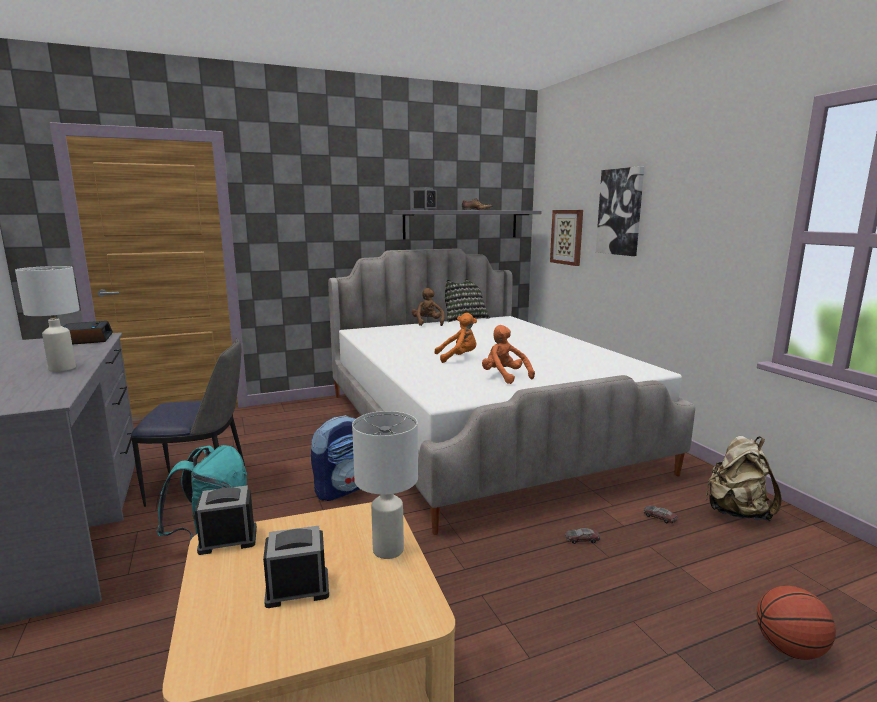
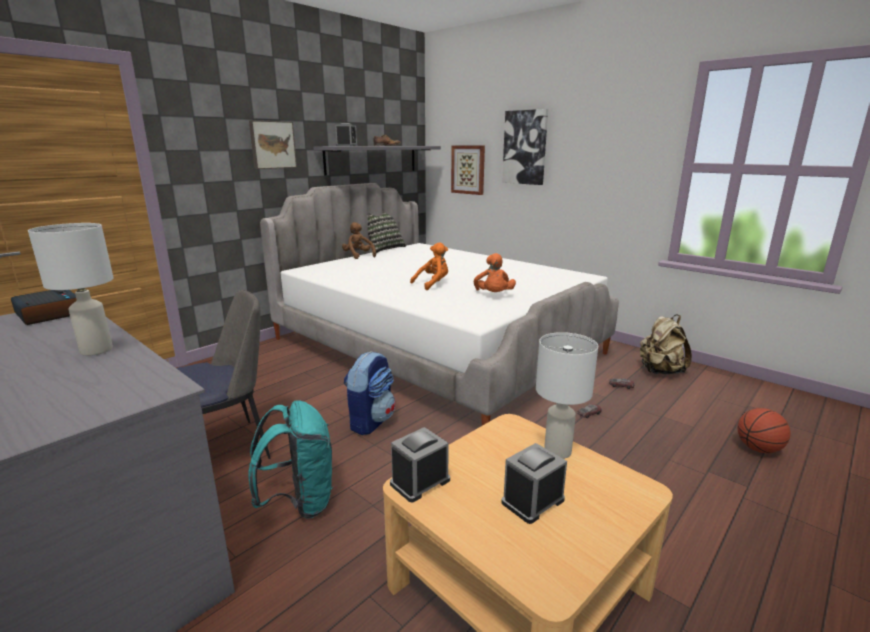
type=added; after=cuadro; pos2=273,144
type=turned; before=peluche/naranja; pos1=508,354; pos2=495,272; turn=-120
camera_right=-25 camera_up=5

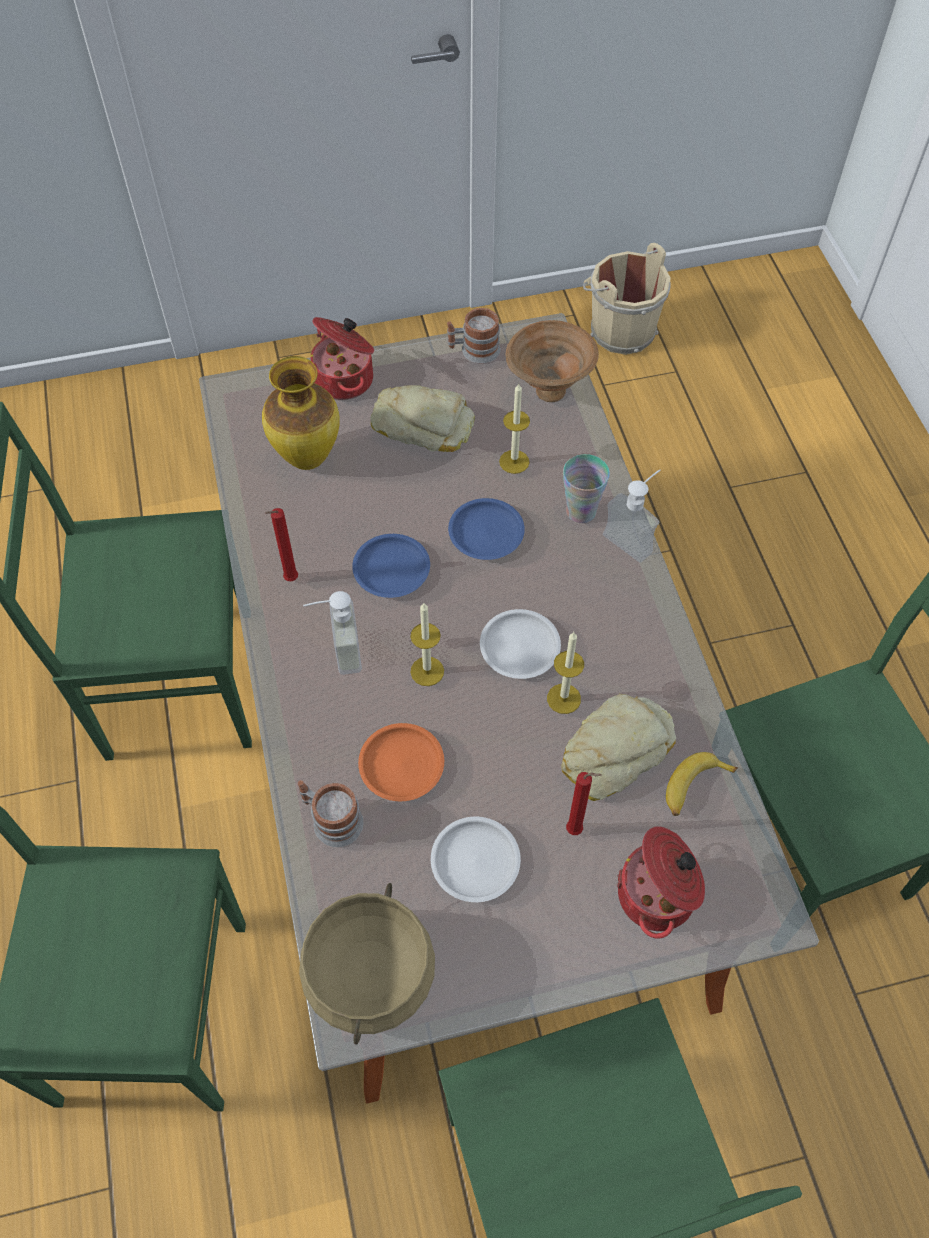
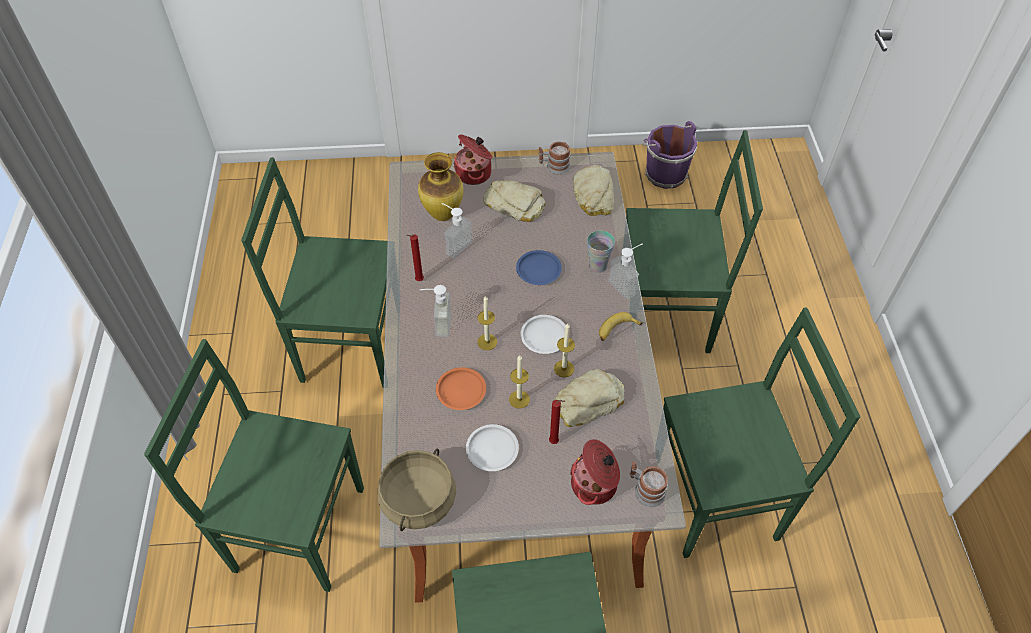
type=removed; before=plato/azul; pos1=391,566
type=added; after=dispensador de jabón; pos2=457,231
type=added; after=silla/verde; pos2=694,241
type=moved; before=taza grande; pos1=330,813; pos2=649,484
type=moved; before=vela; pos1=514,428; pos2=519,382
type=moved; before=plátano; pos1=702,784; pos2=621,326
type=replaced; before=cuenco/marrón; after=pan; pos1=552,361; pos2=593,190
type=recoloured; before=cubo/beis; after=cubo/morado; pos1=627,299; pos2=669,155
camera_right=10 camera_up=-5

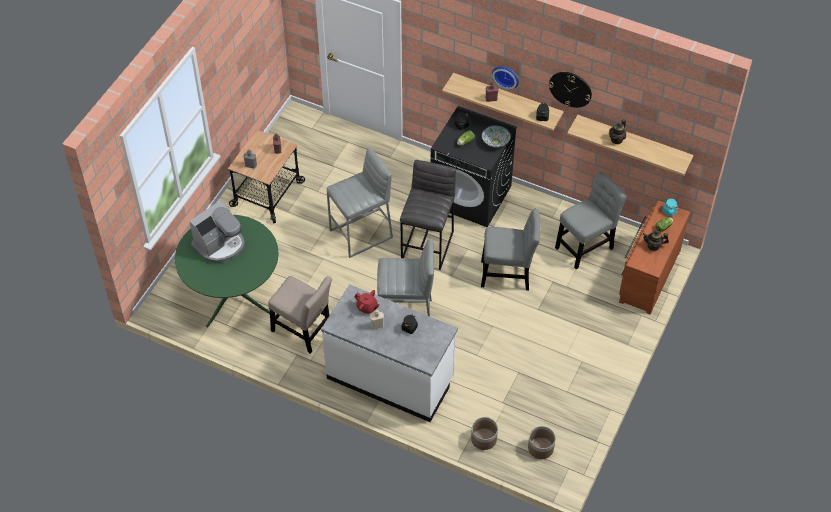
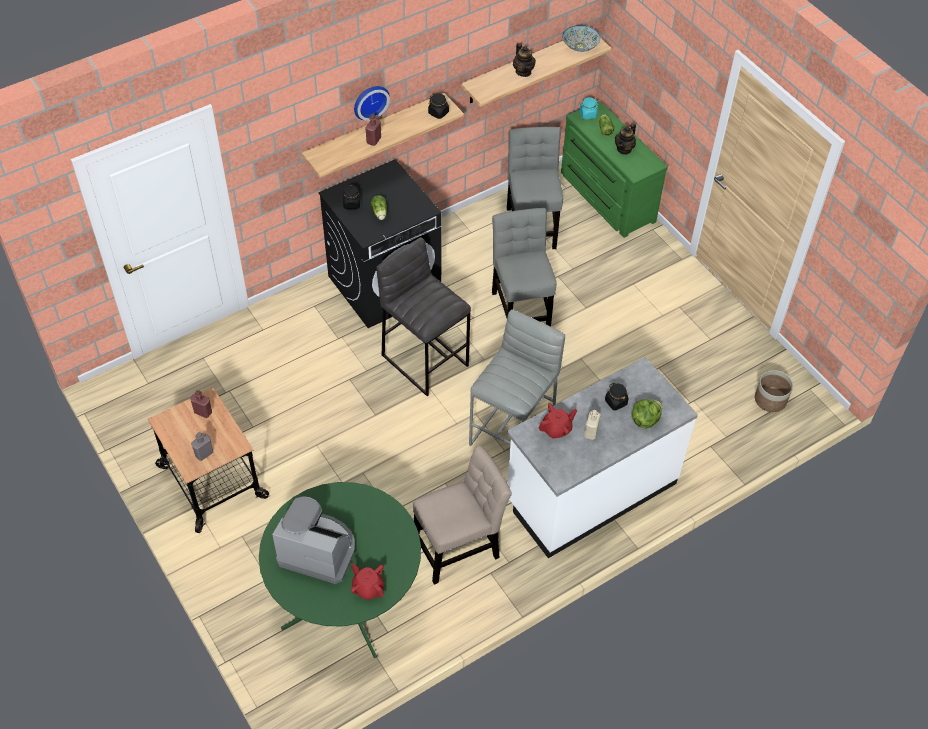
type=removed; before=taburete/gris; pos1=360,202
type=removed; before=maceta; pos1=484,433
type=removed; before=reloj de pared; pos1=570,90
type=added; after=tetera/rojo; pos2=367,581
type=added; after=lechuga; pos2=646,413
type=moved; before=cuenco; pos1=496,136; pos2=581,38
type=recoloured; before=cómoda/marrón; after=cómoda/verde; pos1=654,257; pos2=614,169
type=turned; before=cafetera; pos1=217,231; pos2=313,540; turn=-60
type=turned; before=silla/gris; pos1=511,249; pos2=524,267; turn=-45
camera_right=-60 camera_up=0

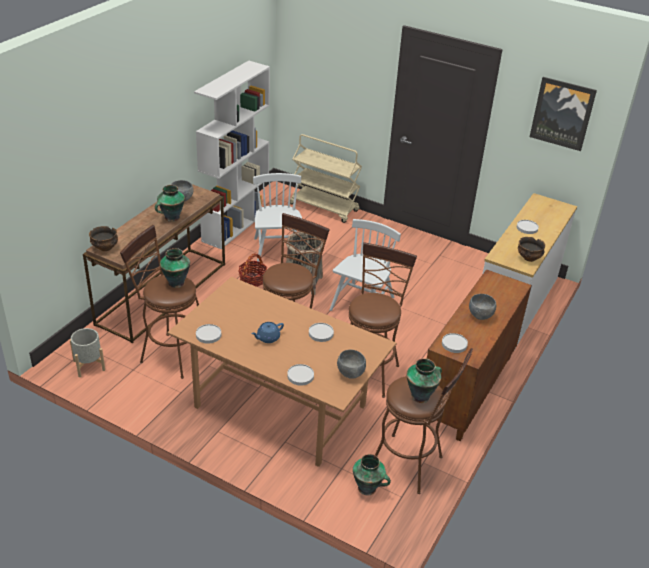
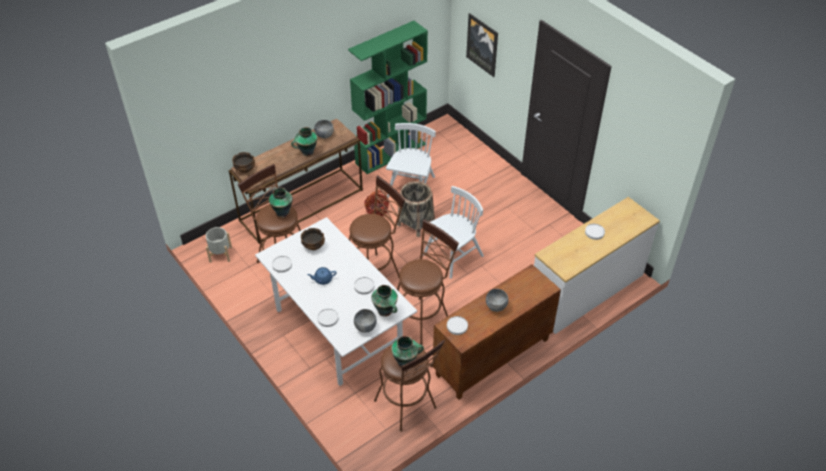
type=removed; before=carrito/beis; pos1=326,178
type=moved; before=florero; pos1=372,475; pos2=384,301
type=moved; before=cuenco; pos1=531,249; pos2=313,239
type=moved; before=cuadro; pos1=563,114; pos2=482,45
type=recoloured; before=mesa de comedor/marrón; after=mesa de comedor/blanco; pos1=281,372; pos2=336,301
type=recoloured; before=estantería/blanco; after=estantería/verde; pos1=232,155; pos2=388,97
camera_right=25 camera_up=10

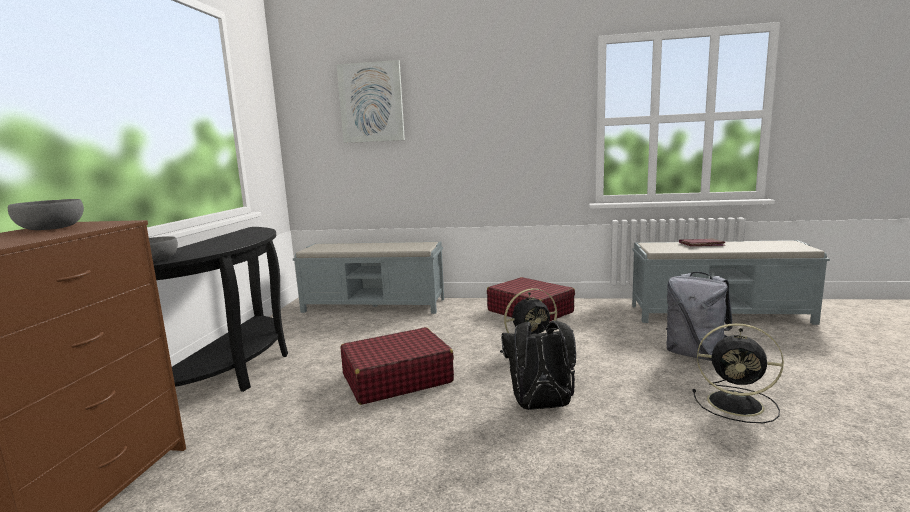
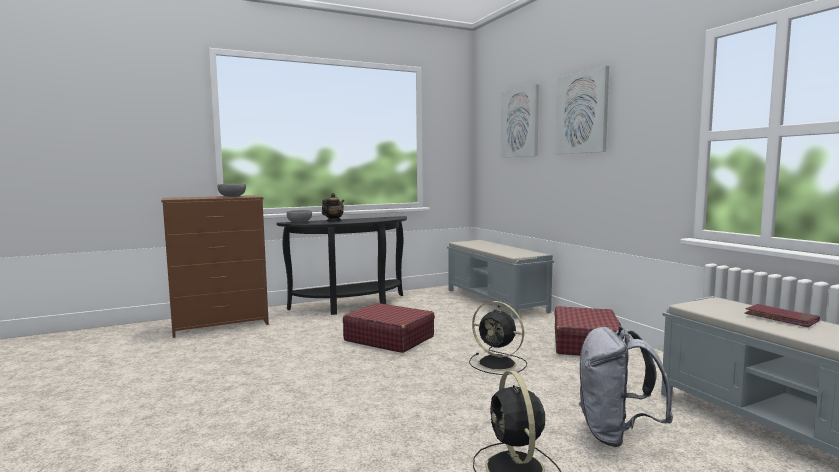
type=removed; before=mochila/negro; pos1=538,365
type=added; after=tetera; pos2=333,207
type=added; after=cuadro; pos2=582,110
camera_right=55 camera_up=-5

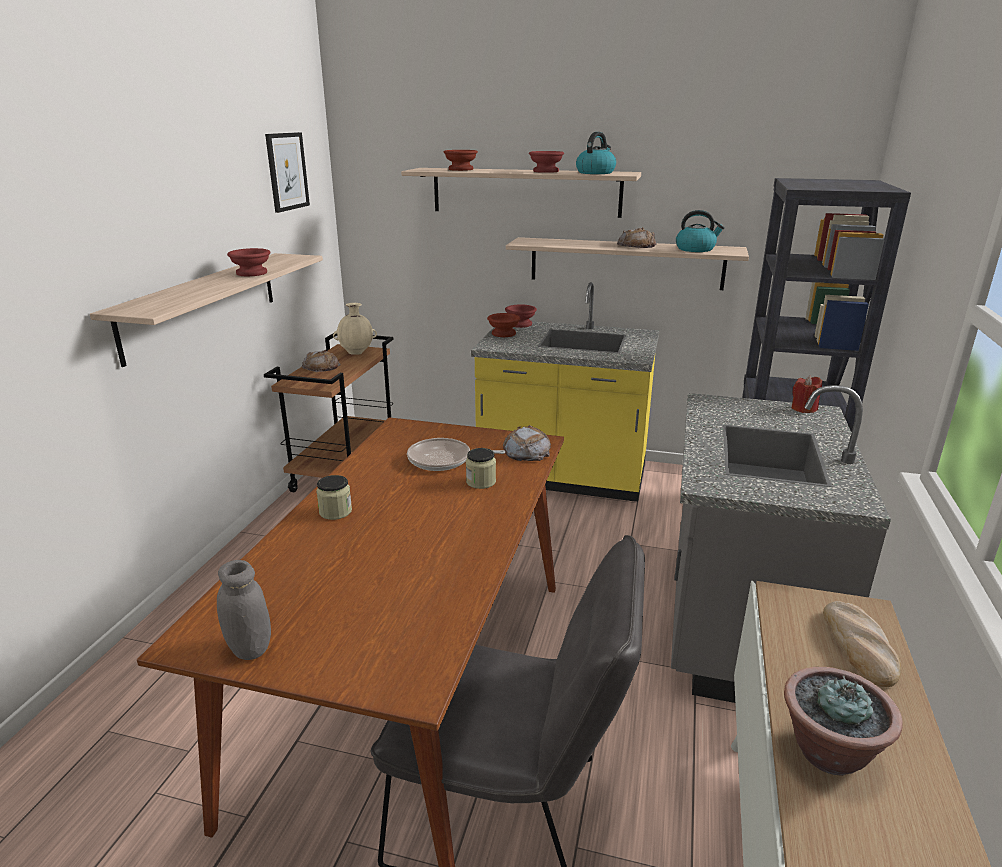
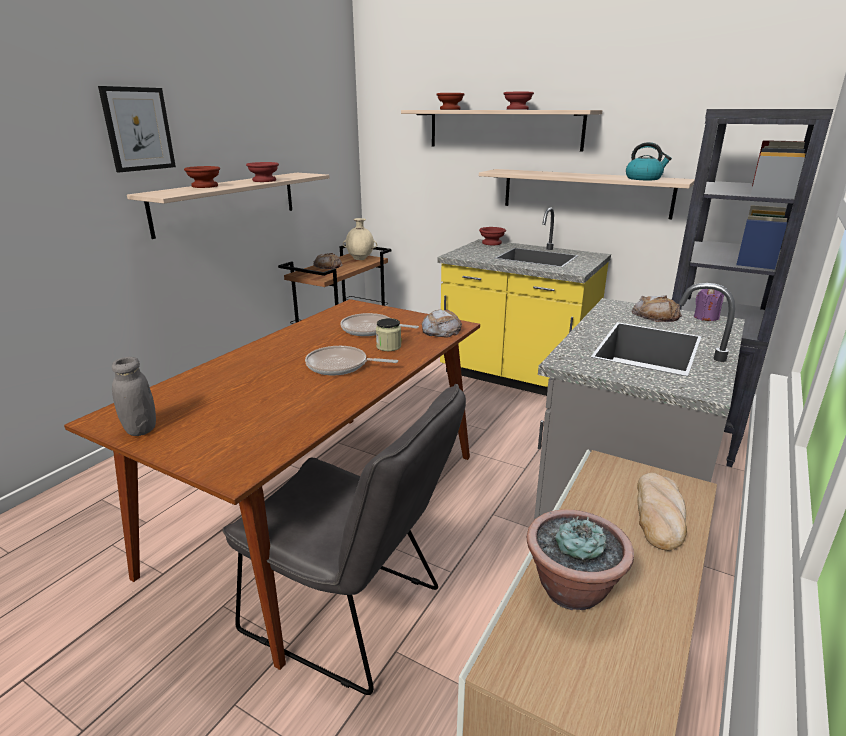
type=removed; before=tarro; pos1=334,497
type=removed; before=hervidor; pos1=596,153
type=added; after=sartén; pos2=351,361
type=moved; before=cuadro; pos1=287,172; pos2=137,129
type=moved; before=cuenco/marrón; pos1=504,325; pos2=202,177
type=moved; before=pan; pos1=637,237; pos2=657,308
type=recoloured; before=vela/rojo; after=vela/morado; pos1=806,394; pos2=709,305
camera_right=15 camera_up=0

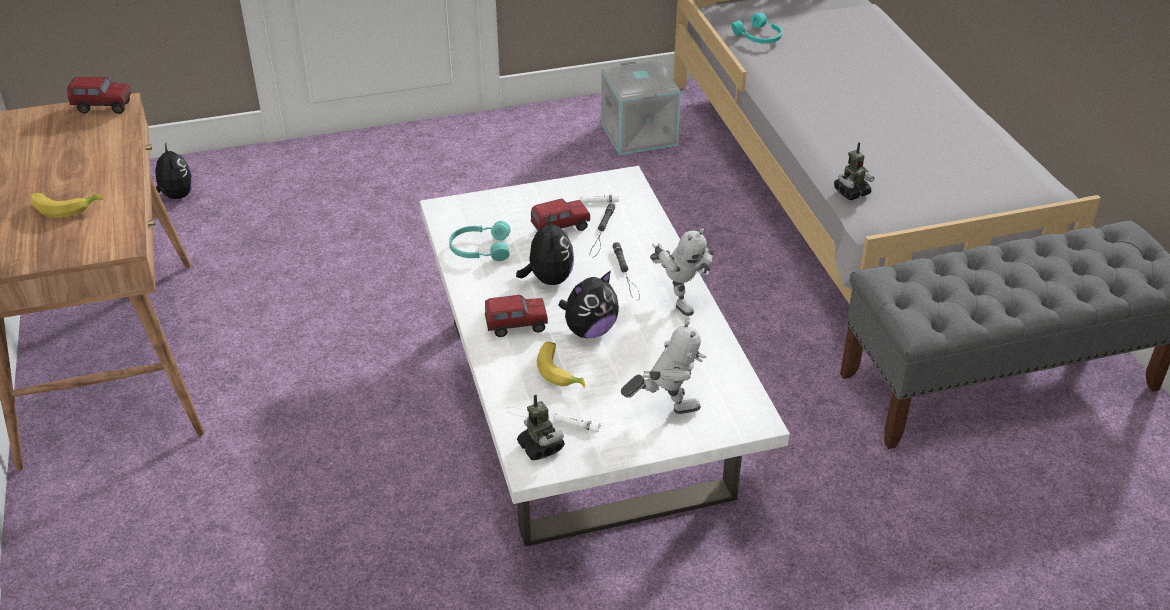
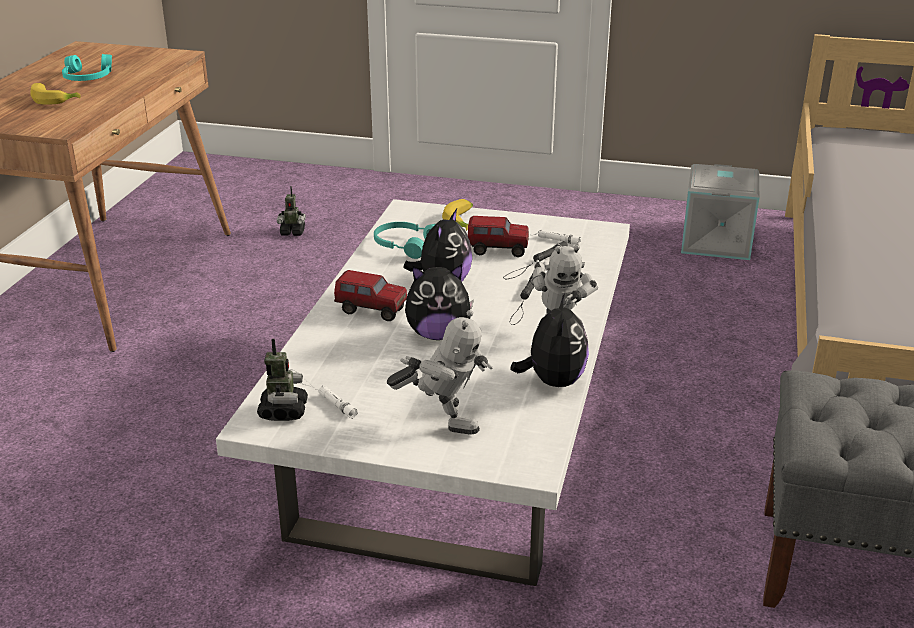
type=removed; before=camión de juguete; pos1=99,95
type=moved; before=peluche; pos1=174,171; pos2=549,340
type=moved; before=plátano; pos1=561,365; pos2=457,215
type=moved; before=auriculares/turquesa; pos1=756,28; pos2=87,67
type=moved; before=robot de juguete; pos1=854,171; pos2=291,211
camera_right=30 camera_up=-10

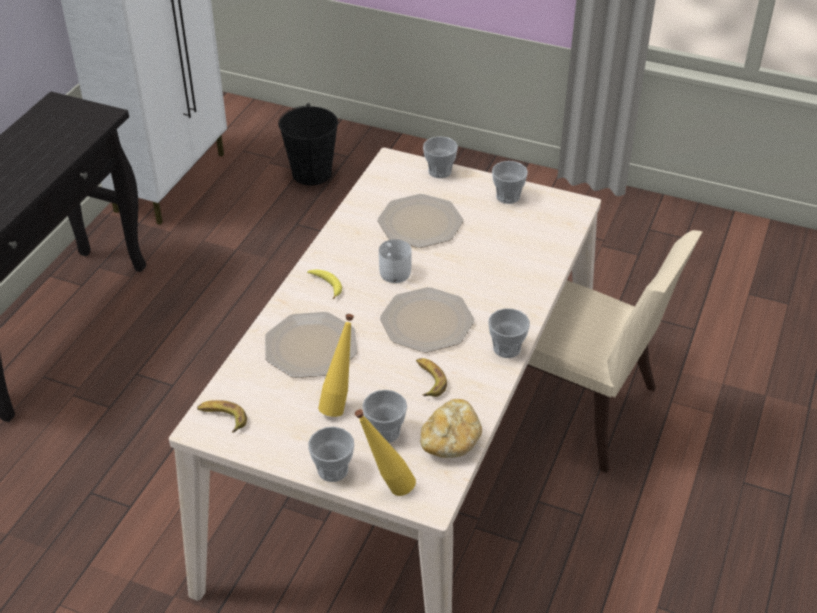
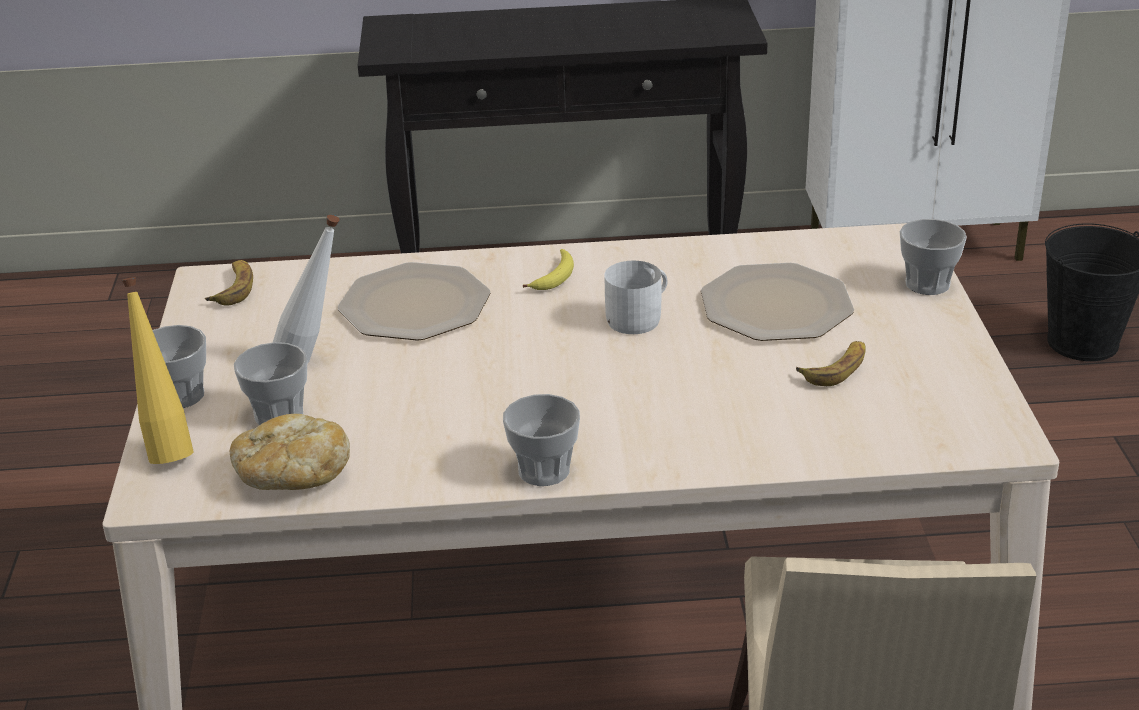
type=removed; before=plato; pos1=427,319
type=removed; before=taza; pos1=510,182
type=moved; before=plátano; pos1=431,377; pos2=831,363
type=recoloured; before=botella/amarillo; after=botella/blanco; pos1=336,365; pos2=306,289
camera_right=65 camera_up=-10

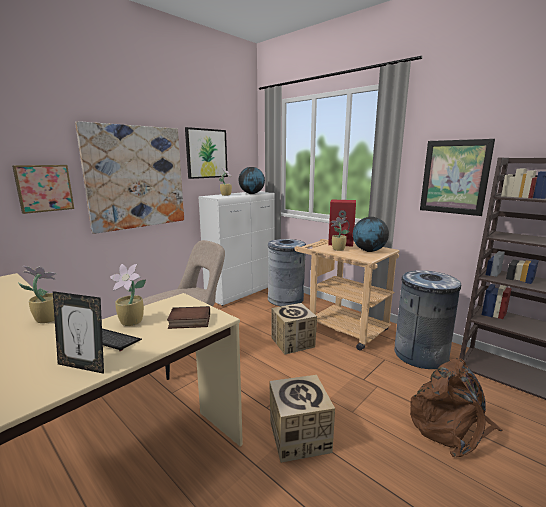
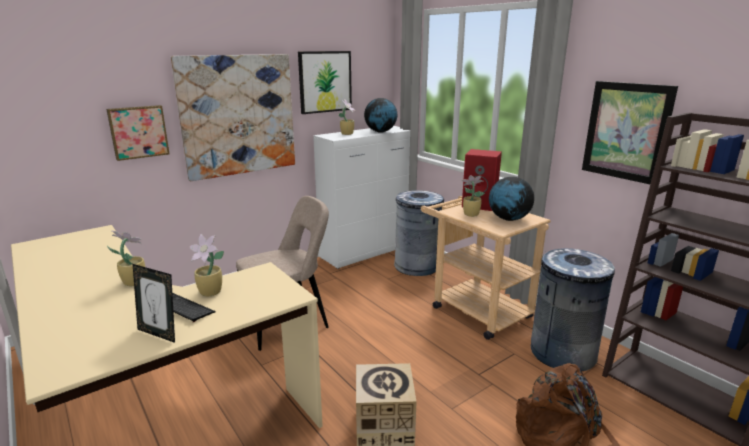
type=removed; before=libro; pos1=188,317
type=removed; before=caja de cartón; pos1=294,329
camera_right=10 camera_up=5

